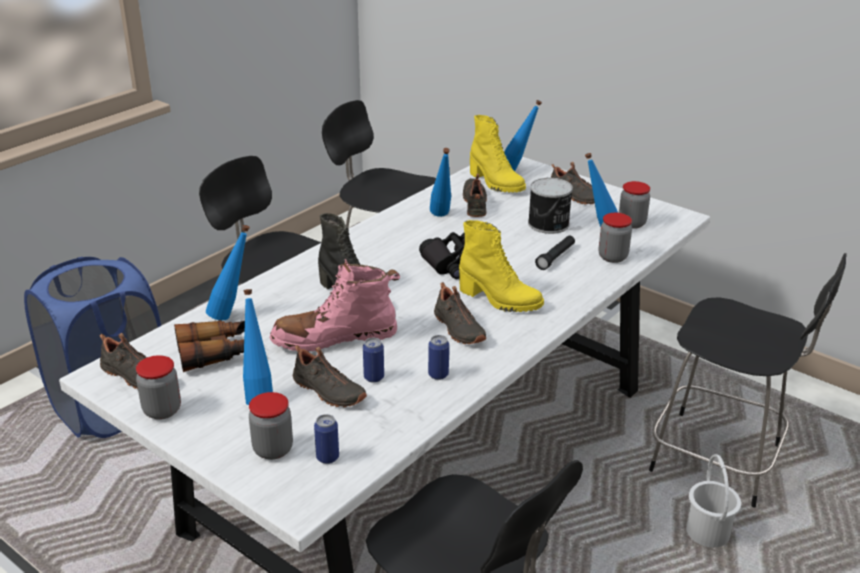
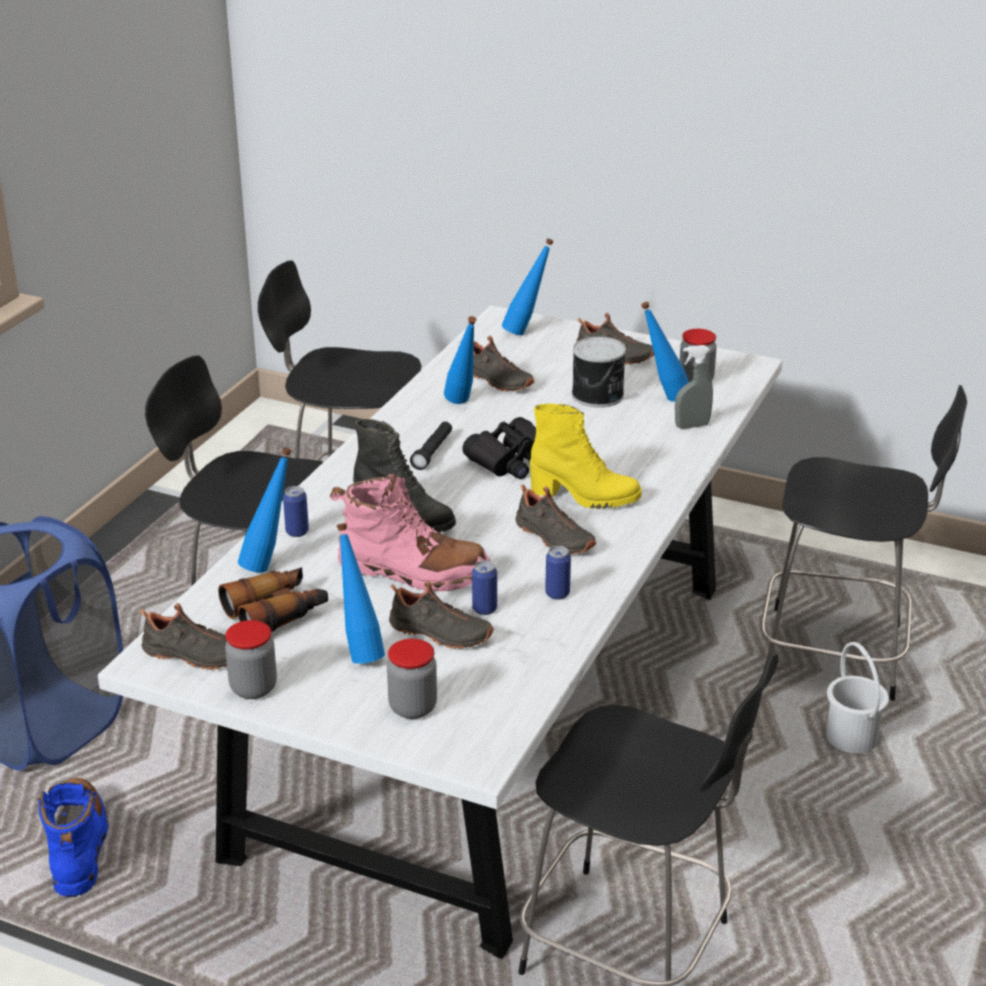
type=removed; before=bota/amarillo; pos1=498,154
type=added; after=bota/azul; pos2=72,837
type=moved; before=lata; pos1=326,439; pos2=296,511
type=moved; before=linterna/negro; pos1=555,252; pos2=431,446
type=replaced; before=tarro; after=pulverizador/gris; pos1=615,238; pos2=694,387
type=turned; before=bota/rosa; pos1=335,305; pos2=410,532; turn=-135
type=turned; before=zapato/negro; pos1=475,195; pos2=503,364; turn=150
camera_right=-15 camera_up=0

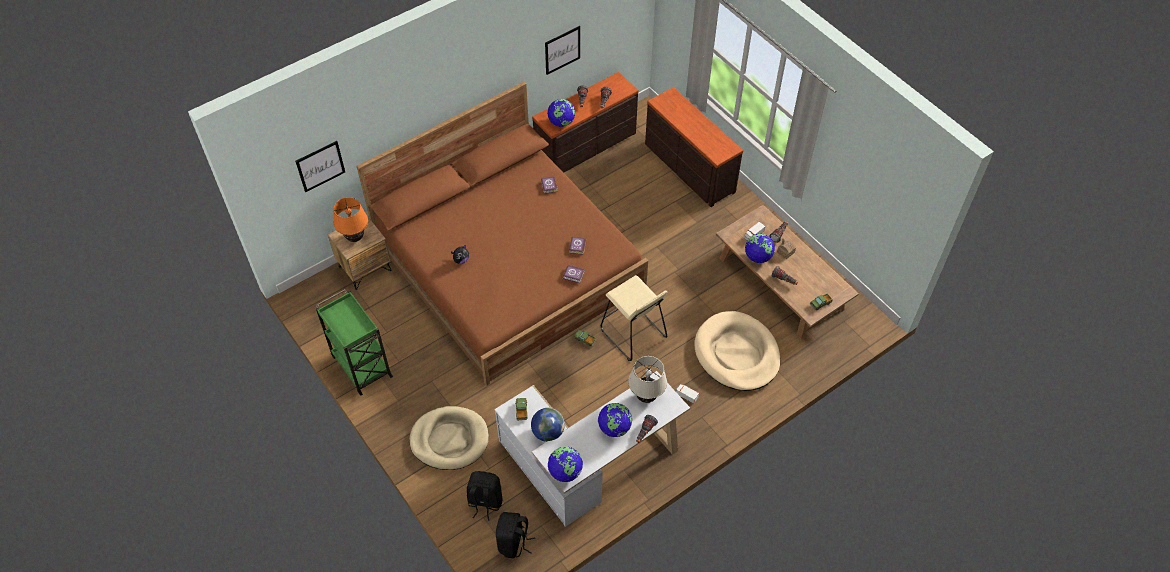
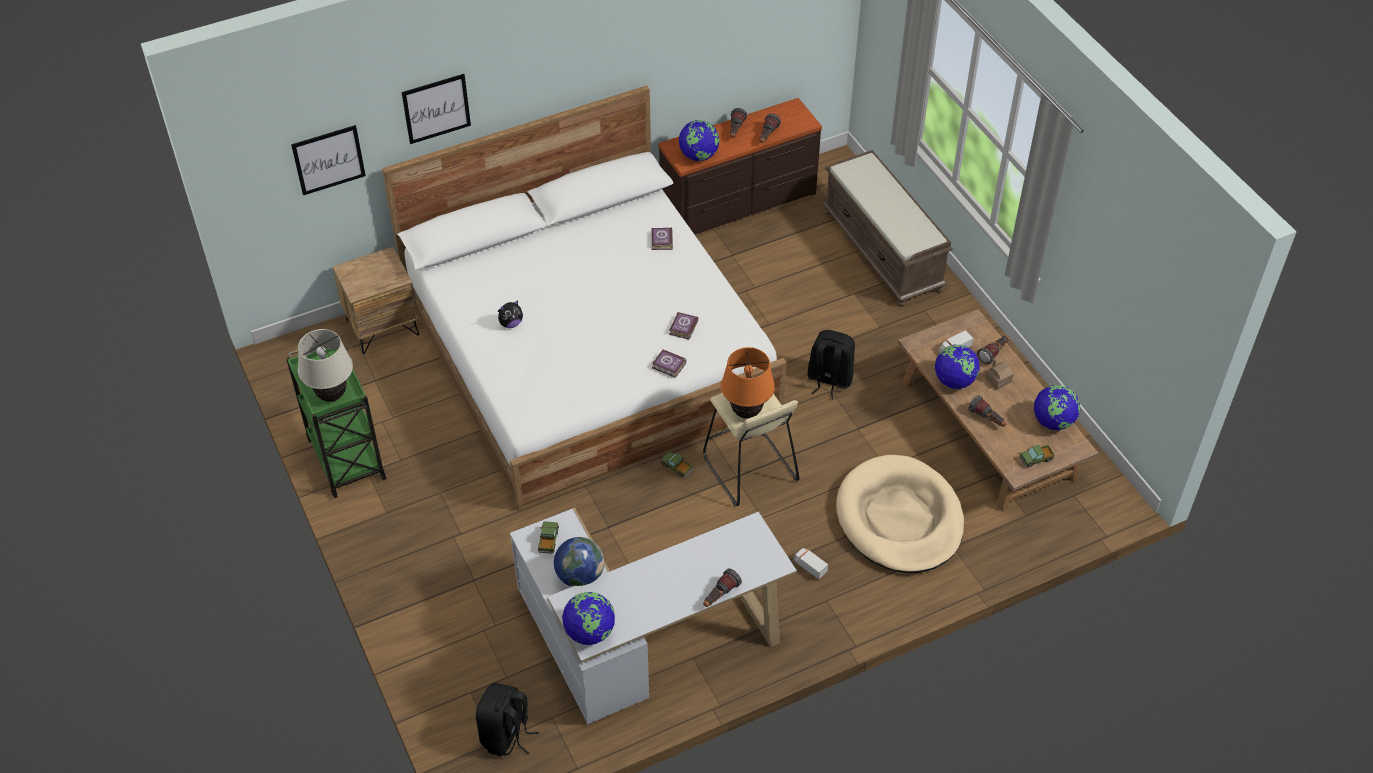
type=removed; before=cama para perro/beis; pos1=449,438
type=moved; before=lámpara de mesa/naranja; pos1=351,219; pos2=748,383
type=moved; before=mochila/negro; pos1=485,496; pos2=831,364
type=moved; before=cuadro; pos1=562,50; pos2=436,109
type=moved; before=globo terráqueo; pos1=615,420; pos2=1057,407
type=moved; before=lámpara de mesa/beis; pos1=647,379; pos2=325,365
type=replaced; before=cómoda/marrón; after=banco/marrón; pos1=694,147; pos2=887,228
type=recoloured; before=cama/marrón; after=cama/blanco; pos1=502,234; pos2=584,298
camera_right=10 camera_up=-5

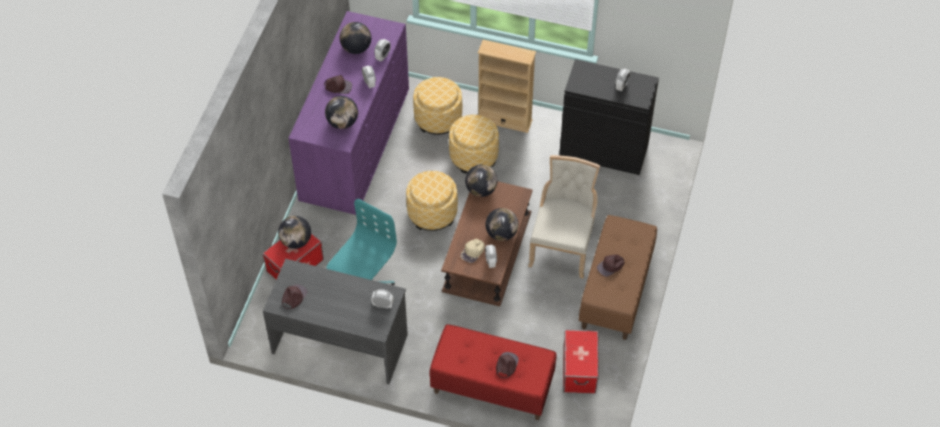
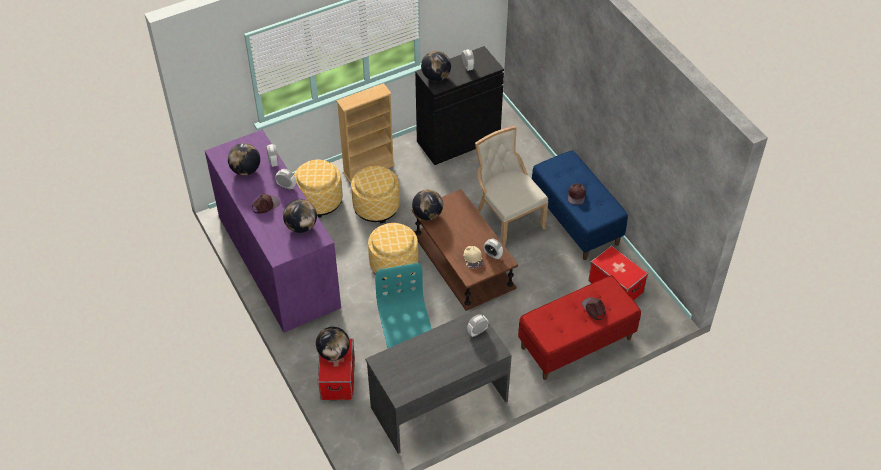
type=removed; before=gorra/marrón; pos1=294,296
type=moved; before=globo terráqueo; pos1=501,224; pos2=436,66
type=recoloured; before=banco/marrón; after=banco/azul; pos1=618,277; pos2=580,205
camera_right=-45 camera_up=-5

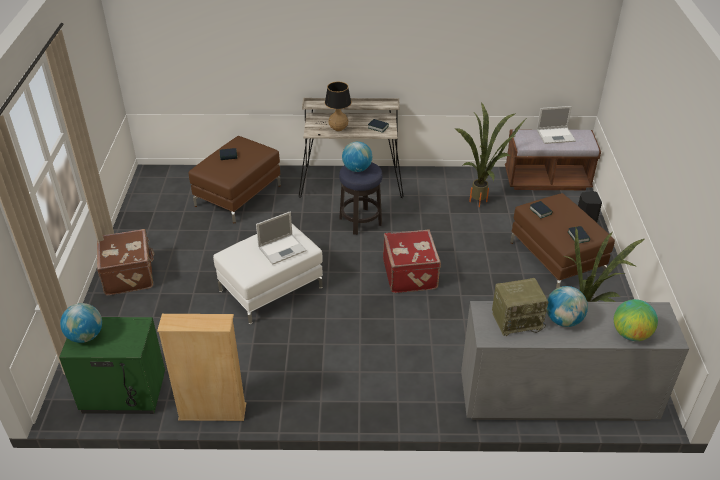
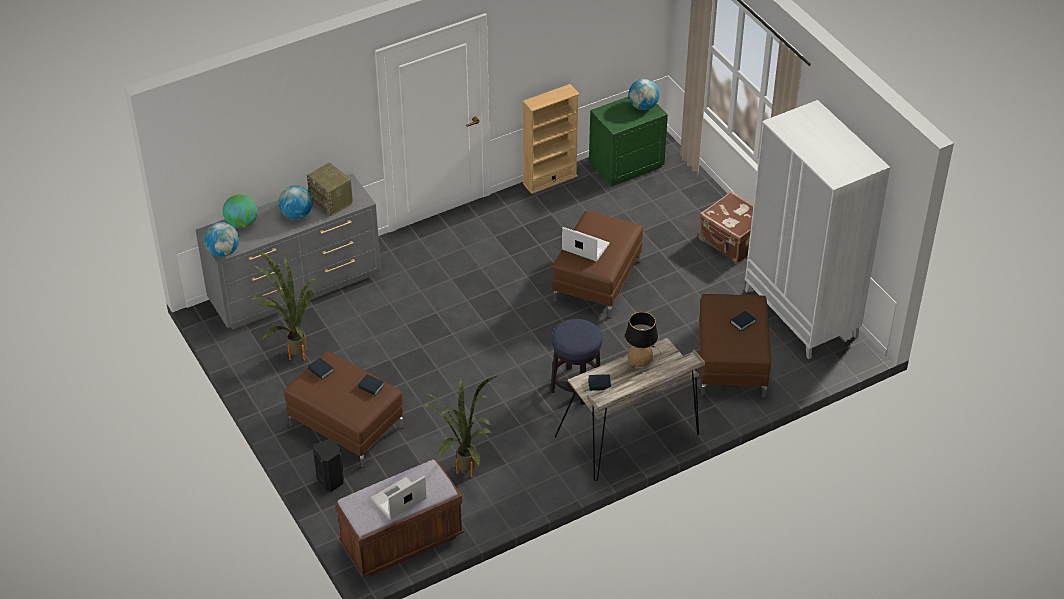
type=removed; before=maleta/rojo; pos1=412,261
type=added; after=armario ropero/blanco; pos2=817,229
type=moved; before=globo terráqueo; pos1=357,156; pos2=221,239
type=recoloured; before=puf/blanco; after=puf/marrón; pos1=268,274; pos2=598,265
type=turned; before=portátil; pos1=281,238; pos2=586,244; turn=90
type=turned; before=radio; pos1=520,307; pos2=330,189; turn=-90
camera_right=150 camera_up=5

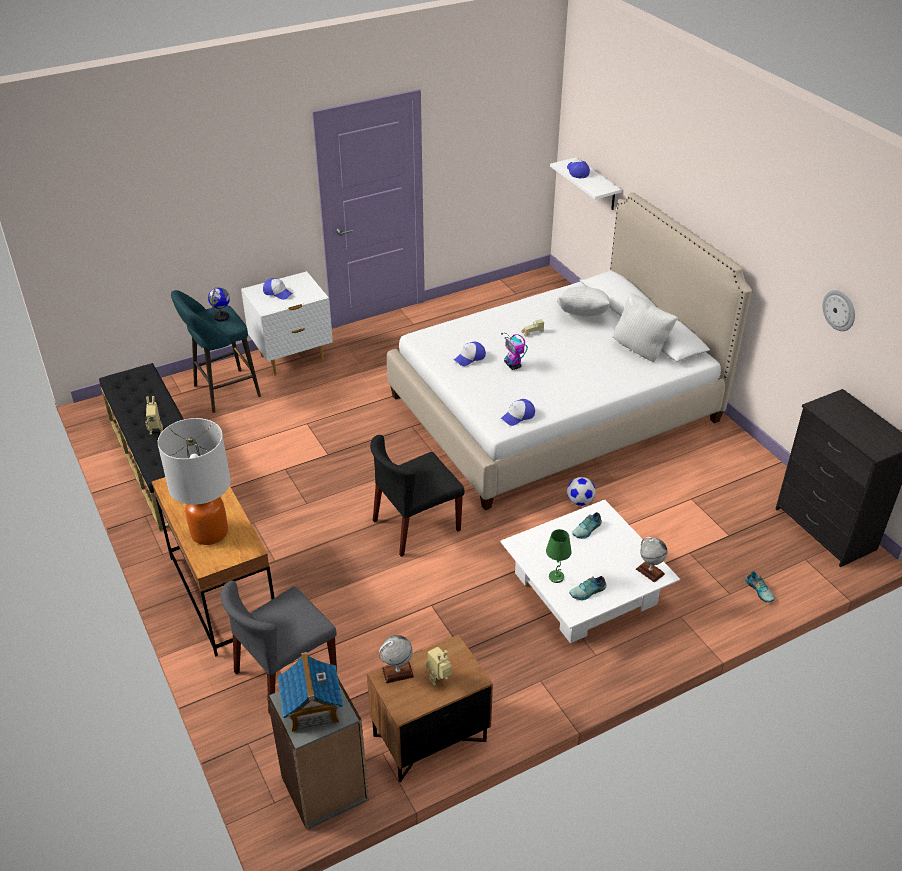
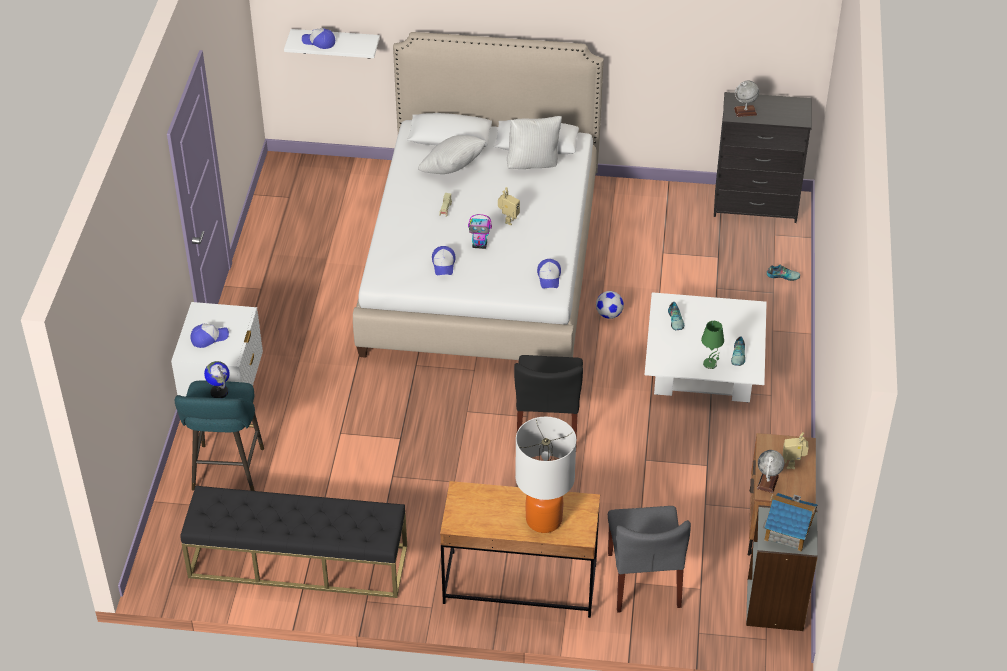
type=removed; before=reloj de pared; pos1=838,310
type=moved; before=robot de juguete; pos1=154,415; pos2=509,206
type=moved; before=globo terráqueo; pos1=652,559; pos2=746,99
camera_right=-55 camera_up=5

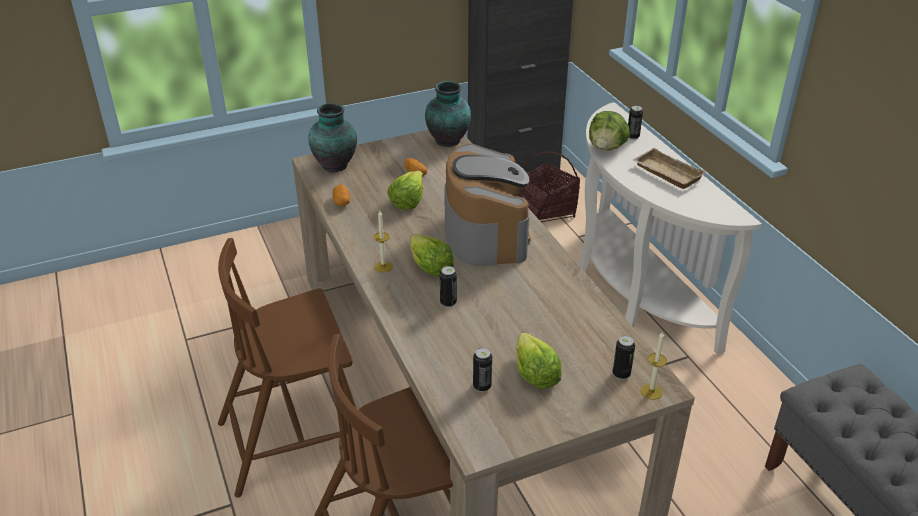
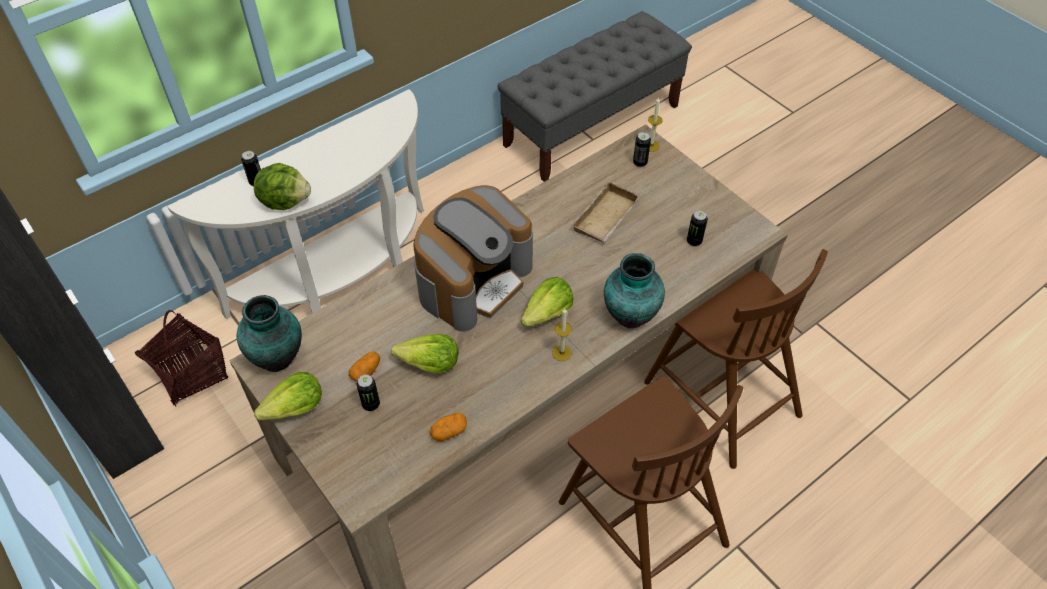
type=moved; before=florero; pos1=332,137; pos2=634,290
type=moved; before=lata; pos1=448,286; pos2=368,392
type=moved; before=lechuga; pos1=539,360; pos2=288,396
type=moved; before=bandeja/beis; pos1=669,168; pos2=606,211
type=turned; before=cafetera; pos1=487,204; pos2=473,258; turn=150
camera_right=-105 camera_up=15

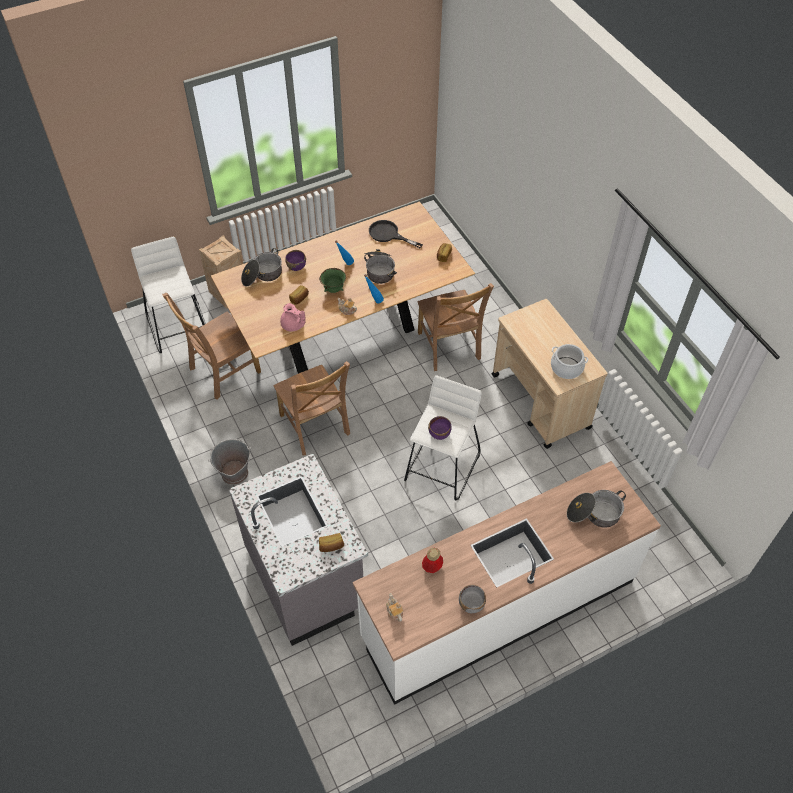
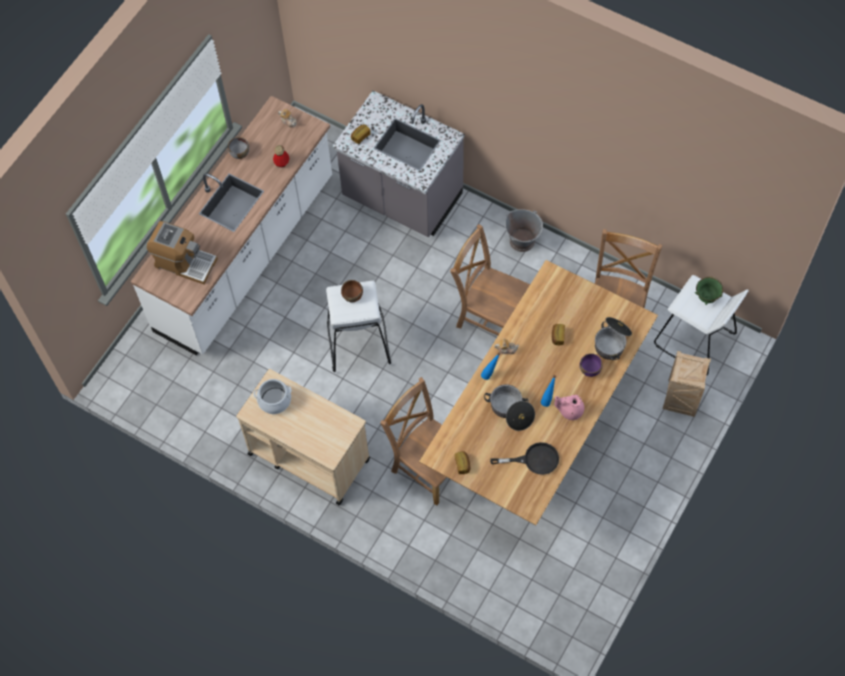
type=moved; before=tetera/rosa; pos1=293,317; pos2=569,407
type=moved; before=cuenco/verde; pos1=332,280; pos2=709,291
type=replaced; before=olla; after=cafetera; pos1=596,509; pos2=182,253
type=recoloured; before=cuenco/morado; after=cuenco/marrón; pos1=439,428; pos2=352,291
camera_right=150 camera_up=10

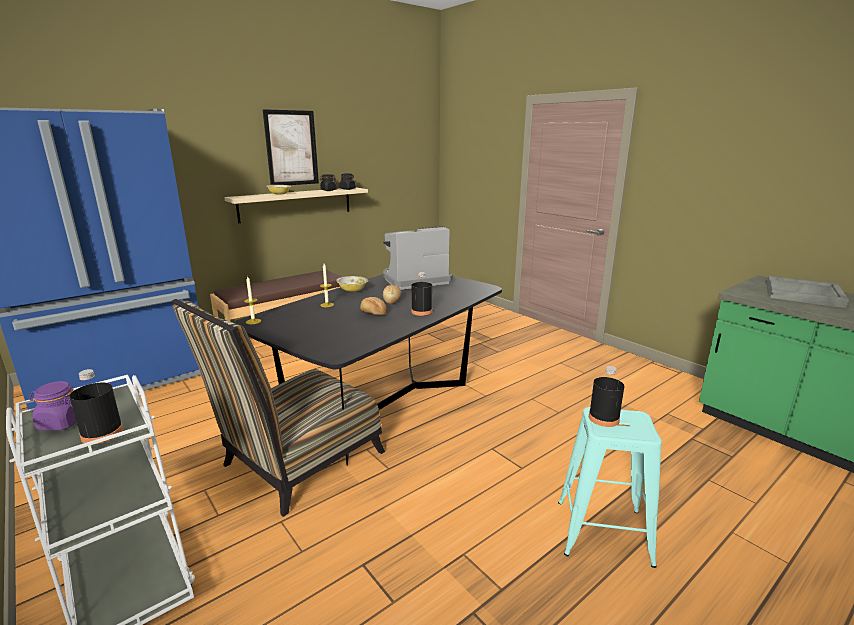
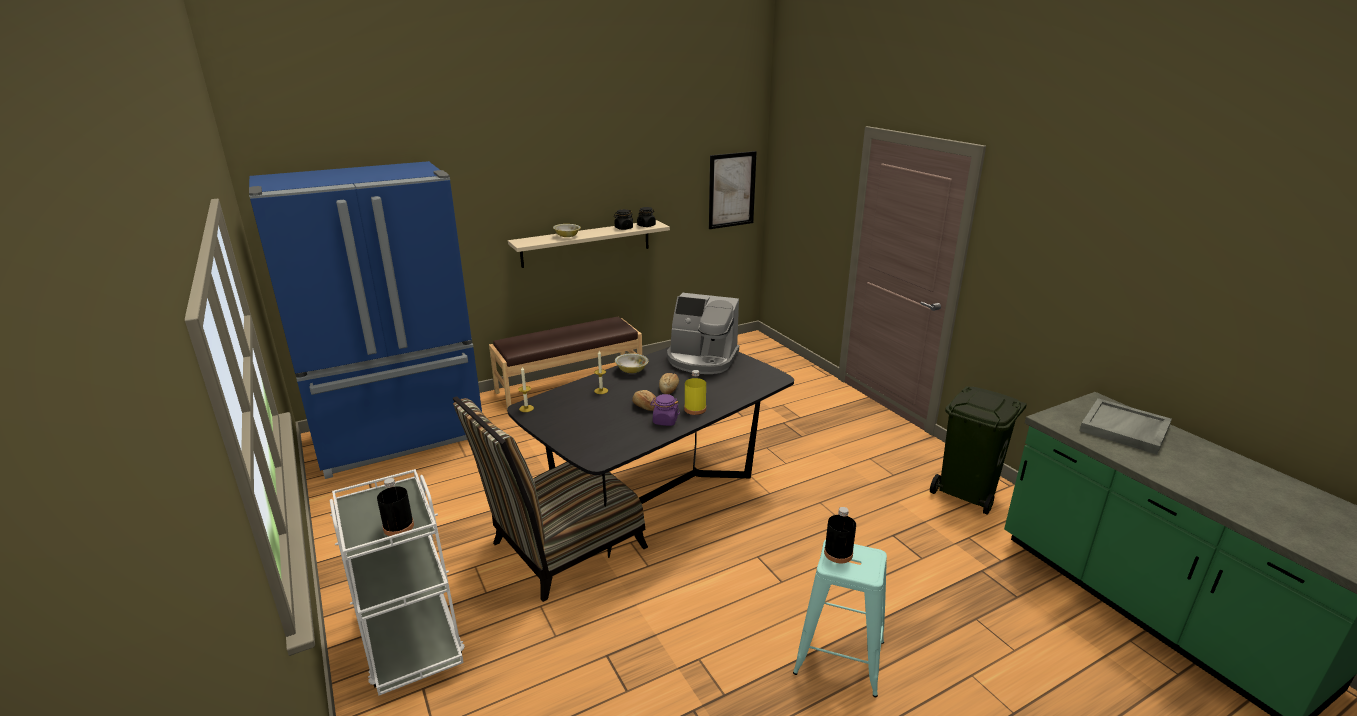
type=added; after=papelera/verde; pos2=978,450
type=moved; before=tarro/morado; pos1=53,406; pos2=665,410
type=moved; before=cuadro; pos1=290,147; pos2=733,190
type=recoloured; before=botella/negro; after=botella/amarillo; pos1=421,294; pos2=695,392
type=turned; before=cafetera; pos1=418,258; pos2=703,333; turn=-150
camera_right=10 camera_up=5

